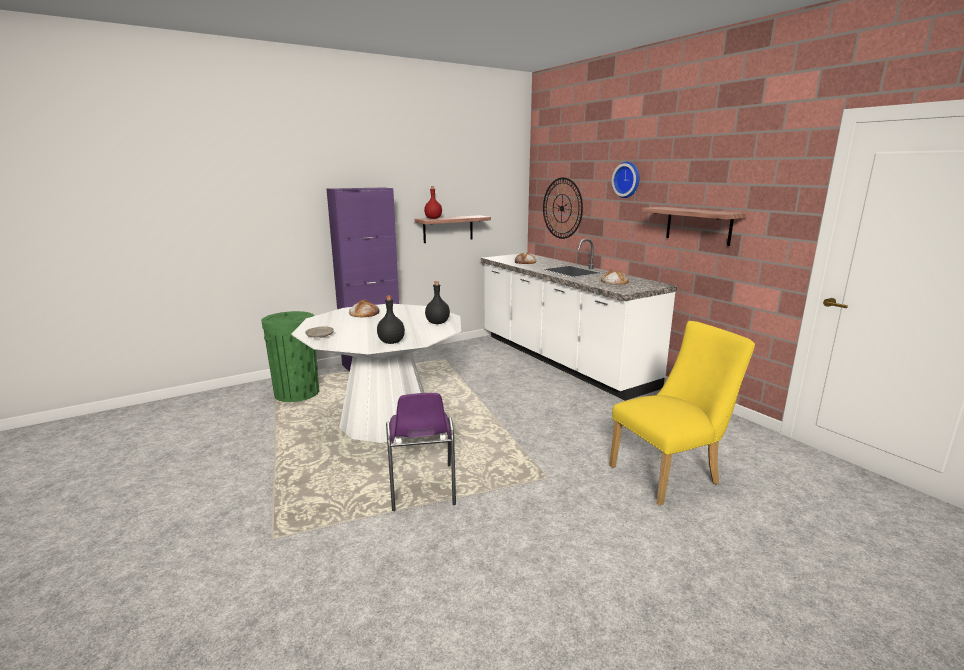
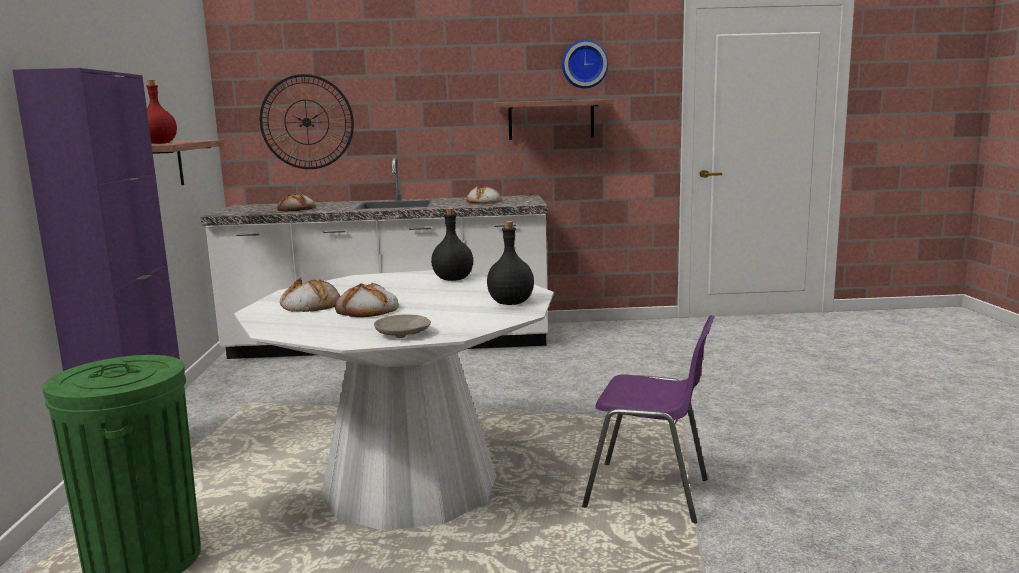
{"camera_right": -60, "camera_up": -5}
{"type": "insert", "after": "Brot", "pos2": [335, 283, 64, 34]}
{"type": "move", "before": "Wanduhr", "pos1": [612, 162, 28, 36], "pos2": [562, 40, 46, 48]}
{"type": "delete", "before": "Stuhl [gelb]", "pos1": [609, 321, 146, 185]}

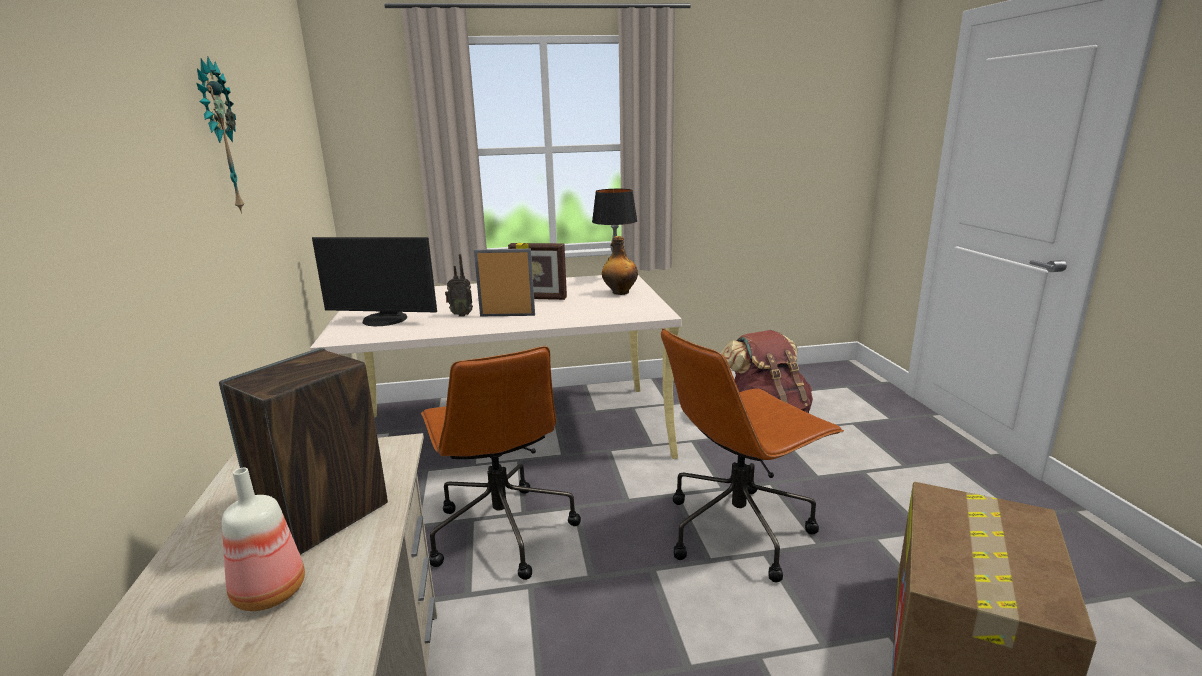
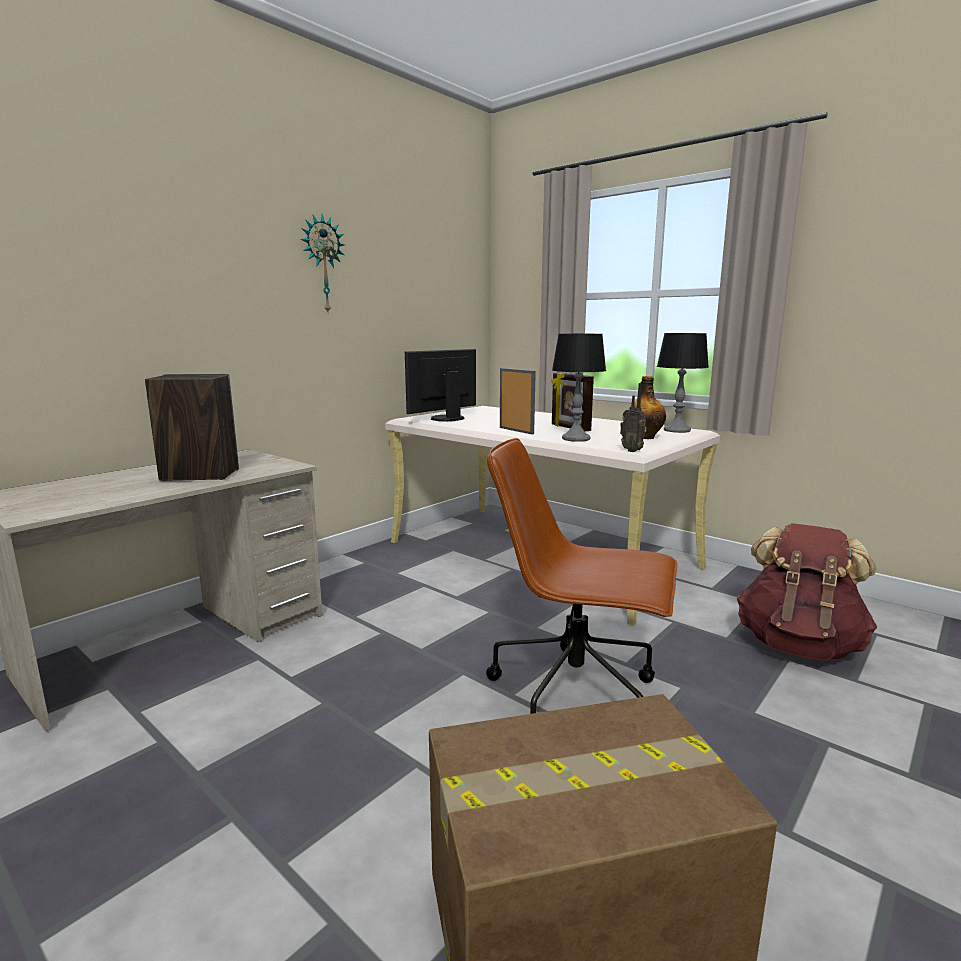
{"camera_right": 50, "camera_up": -5}
{"type": "rotate", "before": "Monitor", "pos1": [312, 237, 125, 89], "pos2": [405, 349, 71, 72], "turn": 75}
{"type": "insert", "after": "Tischlampe", "pos2": [552, 334, 54, 108]}
{"type": "move", "before": "Radio", "pos1": [445, 254, 28, 63], "pos2": [620, 383, 27, 69]}
{"type": "delete", "before": "Flasche", "pos1": [222, 468, 83, 143]}
{"type": "delete", "before": "Bürostuhl [braun]", "pos1": [421, 346, 160, 234]}

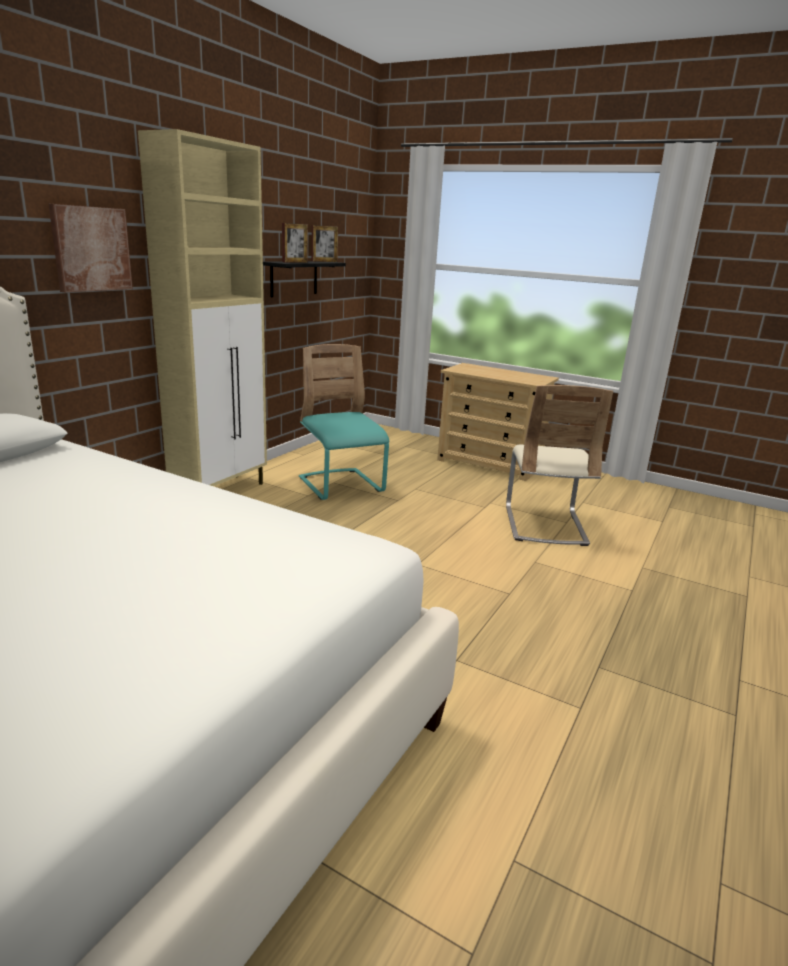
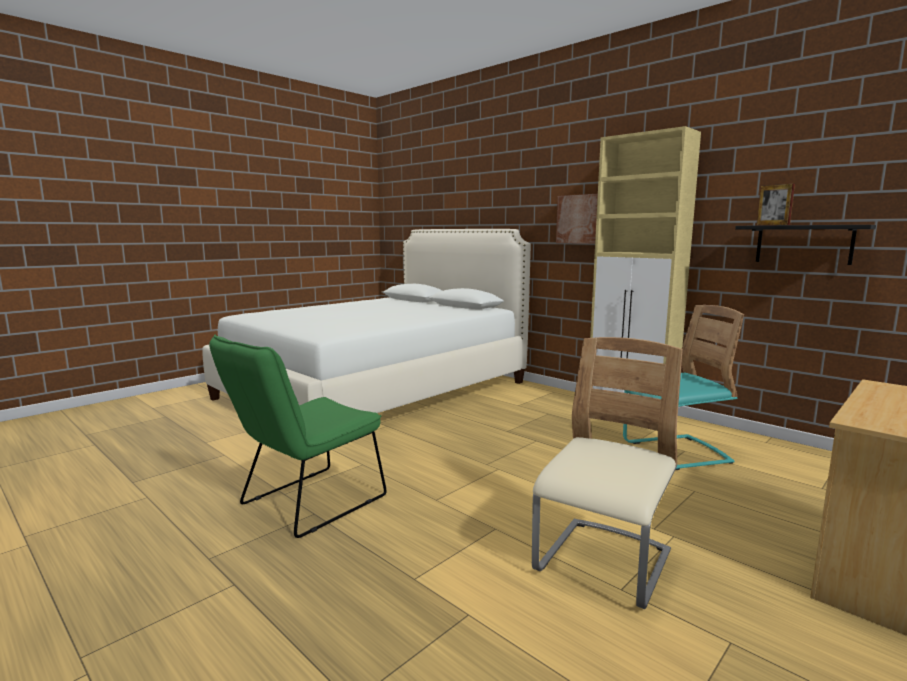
{"camera_right": 105, "camera_up": -10}
{"type": "insert", "after": "Stuhl [grün]", "pos2": [209, 334, 177, 204]}
{"type": "rotate", "before": "Stuhl [beige]", "pos1": [506, 385, 107, 161], "pos2": [532, 337, 151, 272], "turn": 105}
{"type": "delete", "before": "Bilderrahmen", "pos1": [312, 225, 26, 37]}

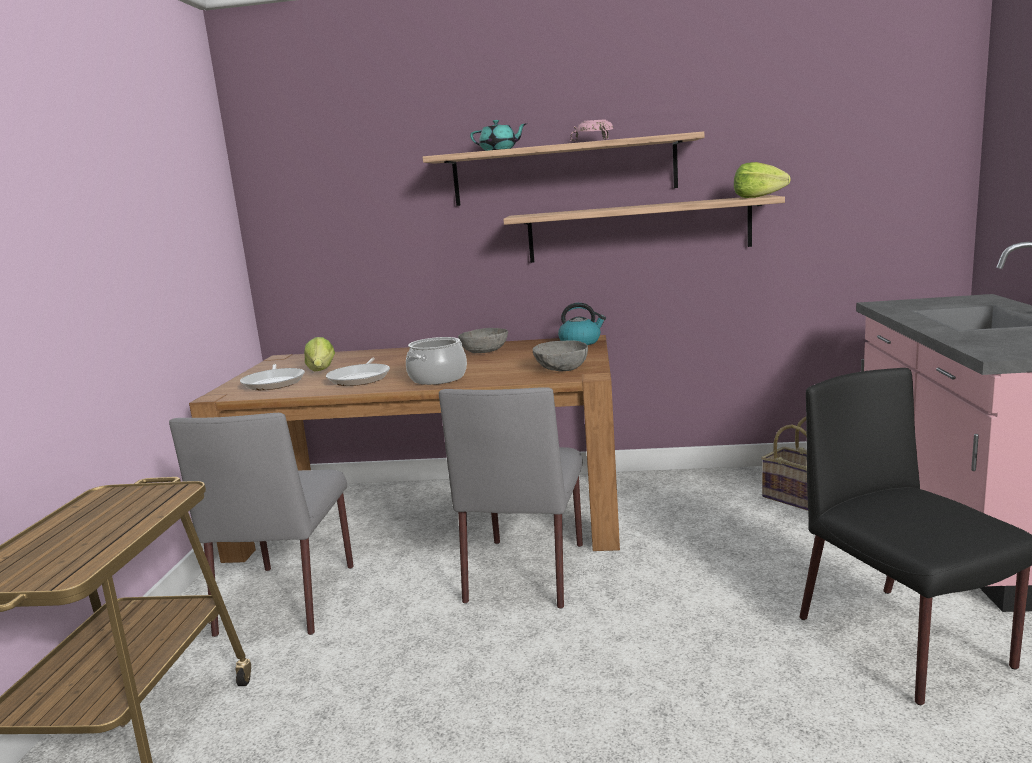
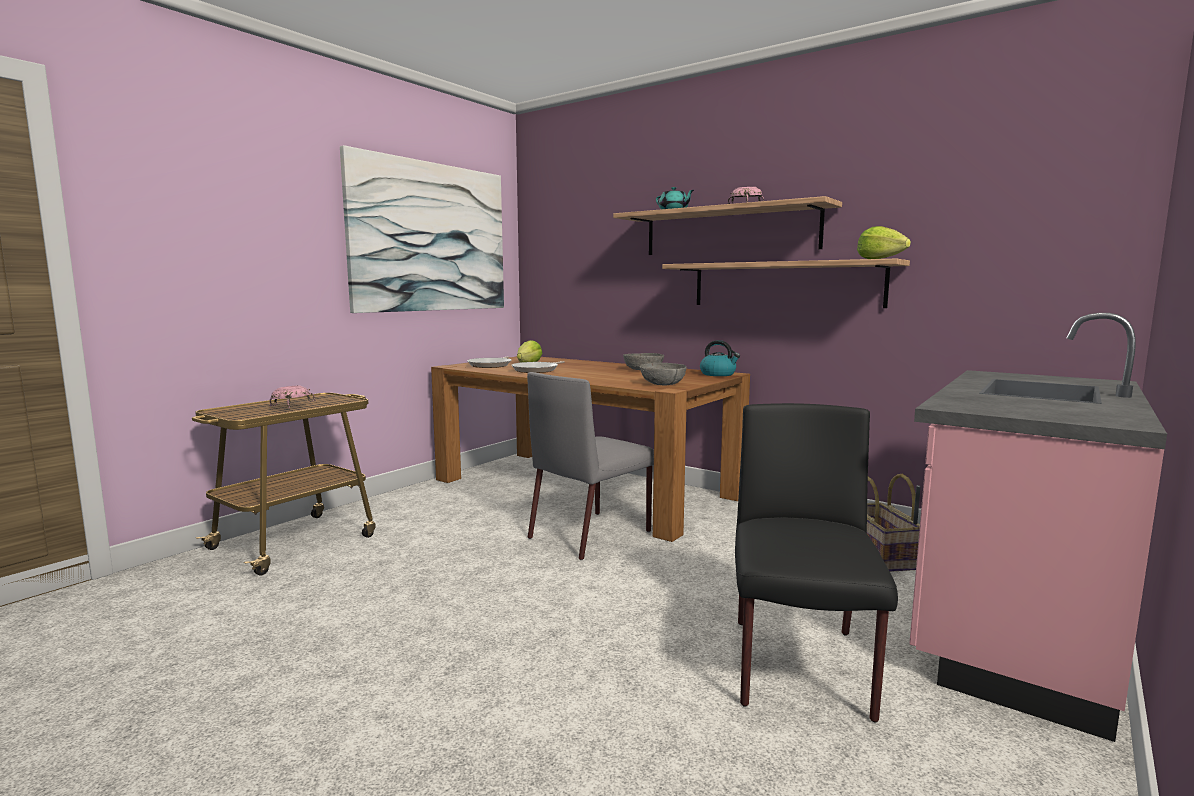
{"camera_right": 30, "camera_up": -5}
{"type": "insert", "after": "Schüssel [rosa]", "pos2": [269, 385, 47, 24]}
{"type": "insert", "after": "Bild", "pos2": [340, 145, 164, 168]}
{"type": "delete", "before": "Stuhl [grau]", "pos1": [169, 413, 185, 224]}
{"type": "delete", "before": "Kochtopf", "pos1": [406, 337, 61, 48]}

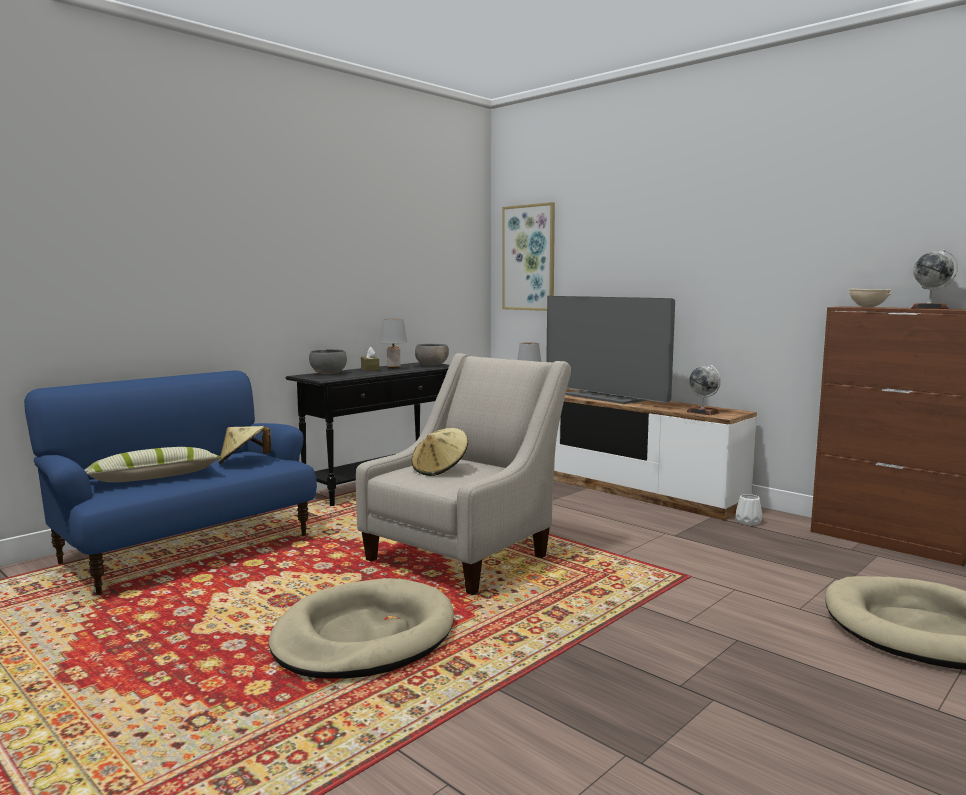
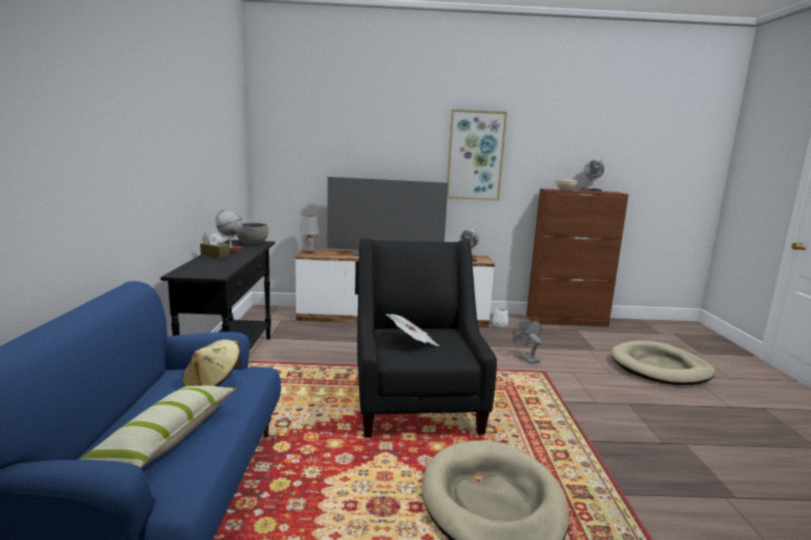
{"camera_right": -45, "camera_up": 5}
{"type": "replace", "before": "Tischlampe [grau]", "after": "Globus", "pos1": [380, 319, 27, 49], "pos2": [215, 210, 30, 43]}
{"type": "recolor", "before": "Sessel [beige]", "after": "Sessel [schwarz]", "pos1": [356, 353, 215, 242], "pos2": [357, 238, 140, 200]}
{"type": "replace", "before": "Hut [beige]", "after": "Zeitung", "pos1": [412, 428, 56, 48], "pos2": [386, 314, 53, 32]}
{"type": "move", "before": "Bild", "pos1": [502, 202, 53, 109], "pos2": [447, 109, 60, 91]}
{"type": "insert", "after": "Ventilator [grau]", "pos2": [512, 317, 30, 47]}
{"type": "delete", "before": "Schüssel [grau]", "pos1": [309, 349, 38, 25]}

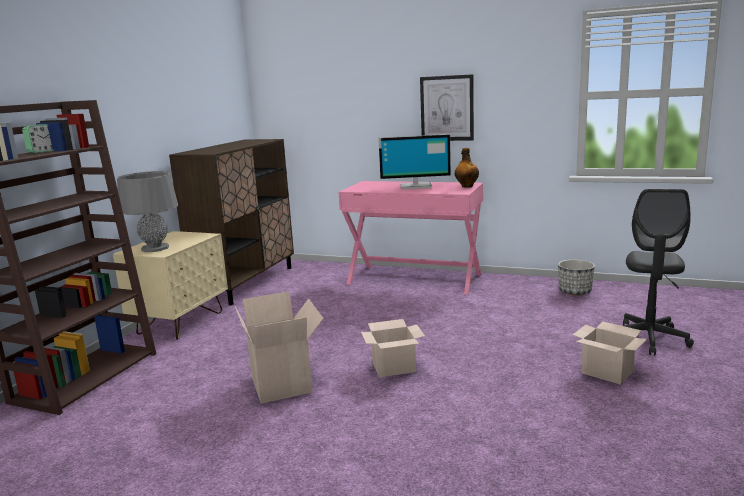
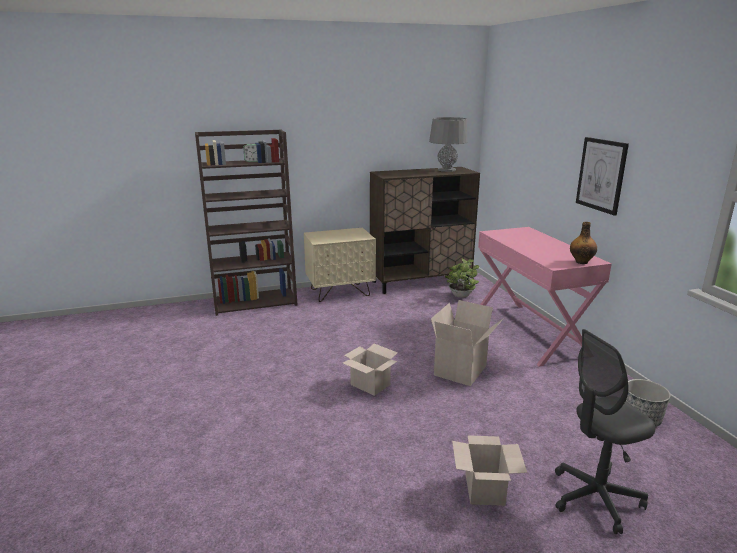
{"camera_right": 50, "camera_up": 5}
{"type": "move", "before": "Tischlampe [grau]", "pos1": [117, 171, 61, 81], "pos2": [429, 117, 38, 55]}
{"type": "move", "before": "Karton", "pos1": [235, 291, 89, 113], "pos2": [431, 300, 72, 86]}
{"type": "insert", "after": "Topfpflanze", "pos2": [445, 258, 34, 40]}
{"type": "delete", "before": "Monitor", "pos1": [378, 134, 73, 56]}

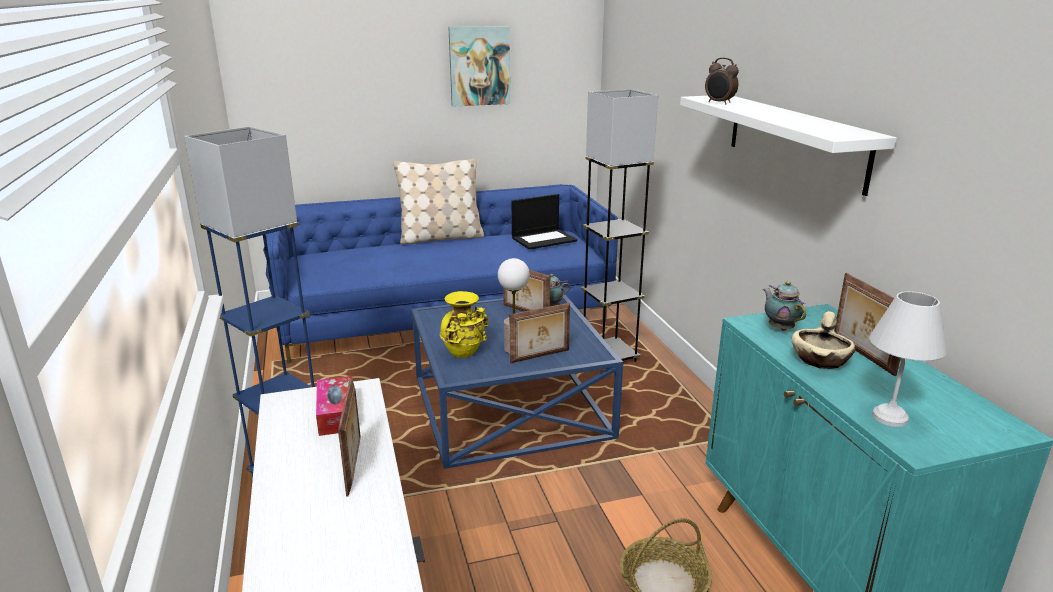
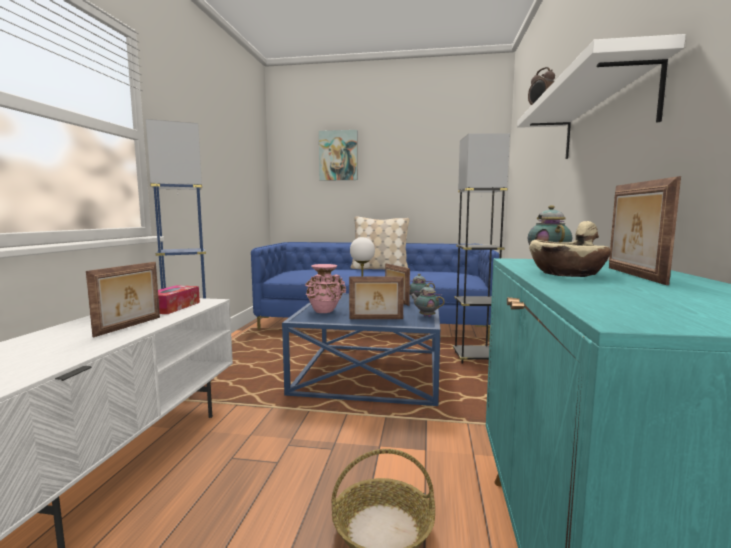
{"camera_right": 25, "camera_up": -15}
{"type": "recolor", "before": "Vase [gelb]", "after": "Vase [rosa]", "pos1": [440, 291, 48, 67], "pos2": [305, 264, 41, 49]}
{"type": "move", "before": "Bild", "pos1": [448, 26, 62, 81], "pos2": [319, 130, 39, 51]}
{"type": "insert", "after": "Teekanne", "pos2": [411, 284, 34, 33]}
{"type": "delete", "before": "Laptop", "pos1": [512, 194, 65, 56]}
{"type": "delete", "before": "Tischlampe [weiß]", "pos1": [869, 291, 78, 136]}

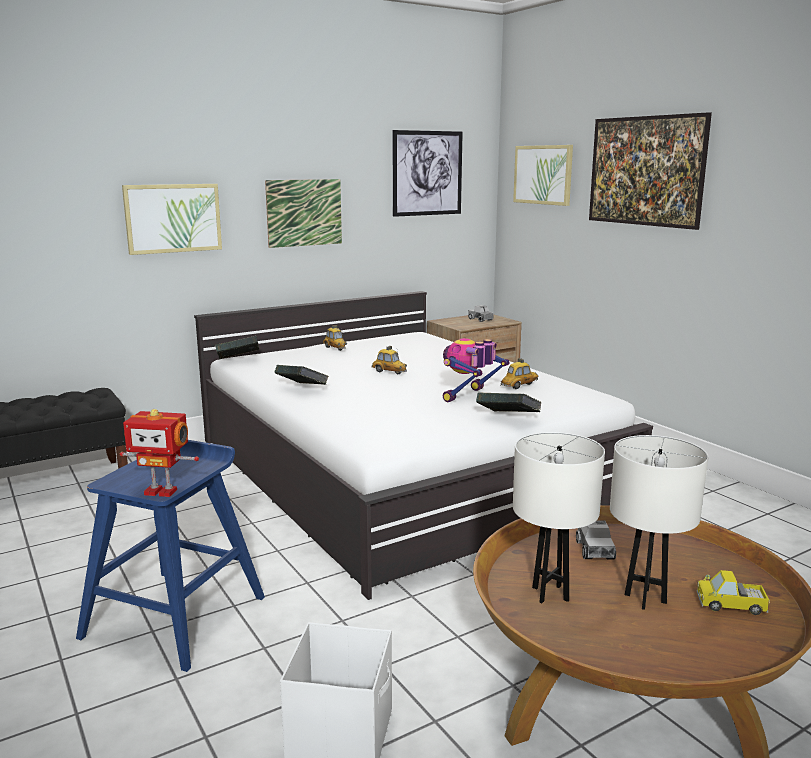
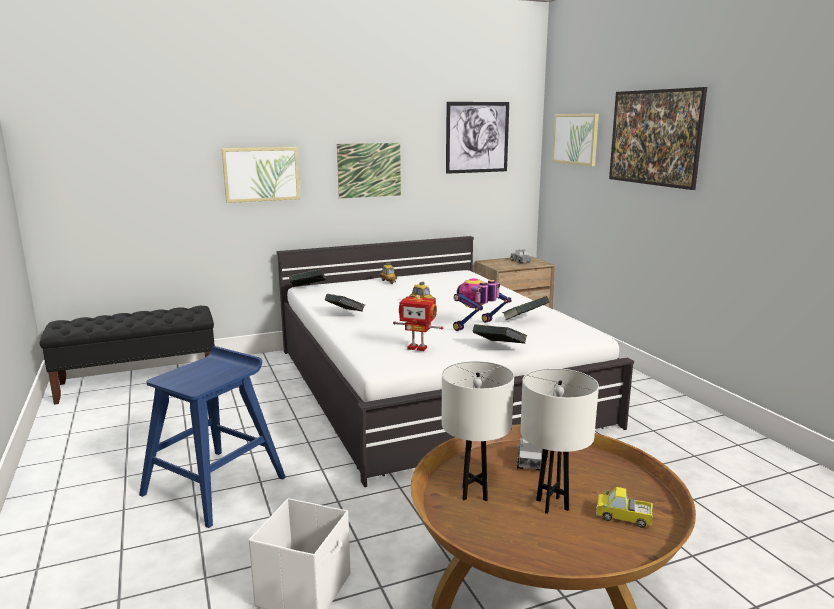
{"camera_right": 10, "camera_up": 0}
{"type": "move", "before": "Spielzeugroboter", "pos1": [120, 409, 79, 88], "pos2": [393, 295, 50, 56]}
{"type": "replace", "before": "Spielzeugauto", "after": "Buch", "pos1": [500, 358, 38, 31], "pos2": [502, 296, 47, 24]}

